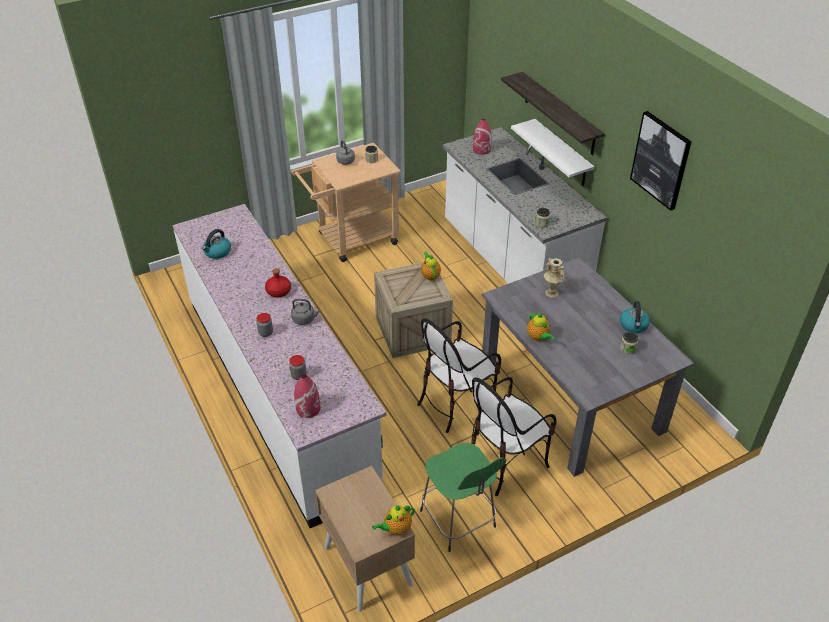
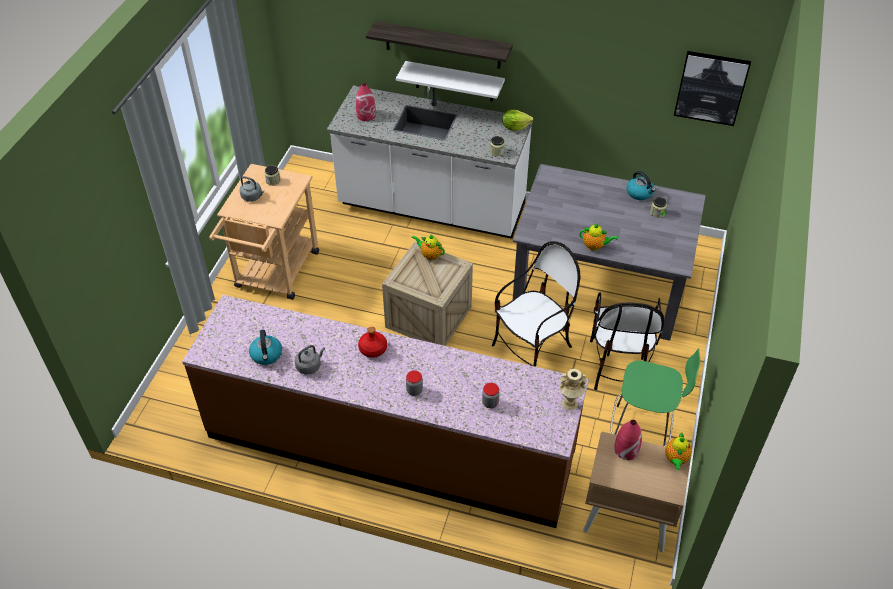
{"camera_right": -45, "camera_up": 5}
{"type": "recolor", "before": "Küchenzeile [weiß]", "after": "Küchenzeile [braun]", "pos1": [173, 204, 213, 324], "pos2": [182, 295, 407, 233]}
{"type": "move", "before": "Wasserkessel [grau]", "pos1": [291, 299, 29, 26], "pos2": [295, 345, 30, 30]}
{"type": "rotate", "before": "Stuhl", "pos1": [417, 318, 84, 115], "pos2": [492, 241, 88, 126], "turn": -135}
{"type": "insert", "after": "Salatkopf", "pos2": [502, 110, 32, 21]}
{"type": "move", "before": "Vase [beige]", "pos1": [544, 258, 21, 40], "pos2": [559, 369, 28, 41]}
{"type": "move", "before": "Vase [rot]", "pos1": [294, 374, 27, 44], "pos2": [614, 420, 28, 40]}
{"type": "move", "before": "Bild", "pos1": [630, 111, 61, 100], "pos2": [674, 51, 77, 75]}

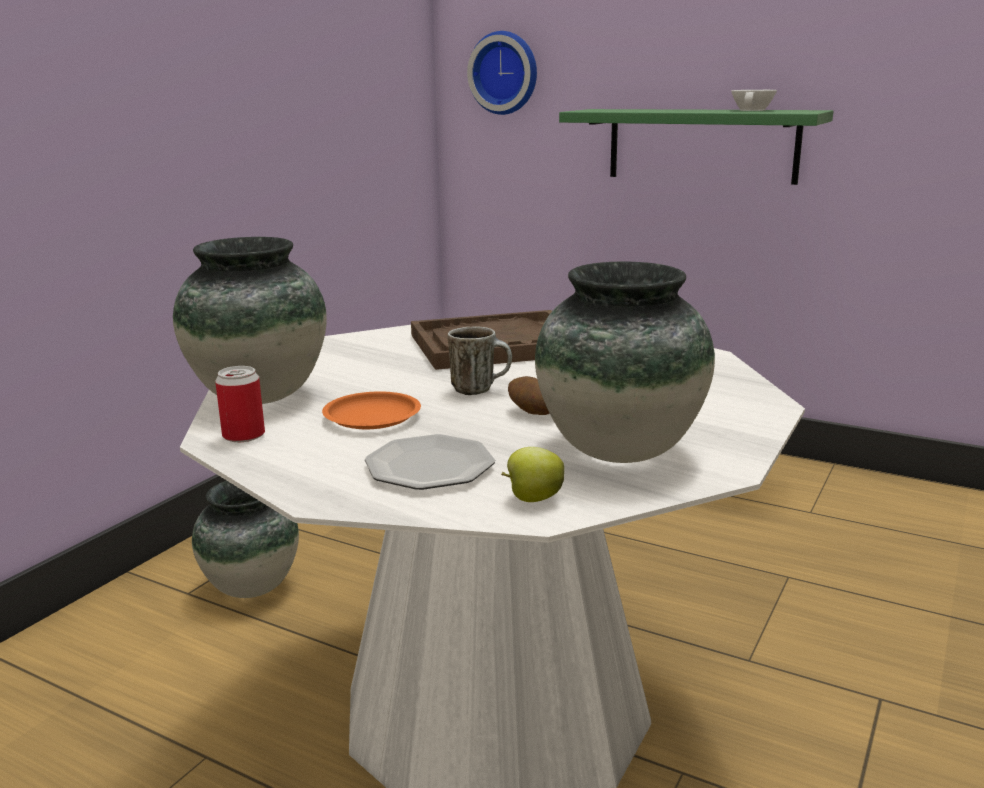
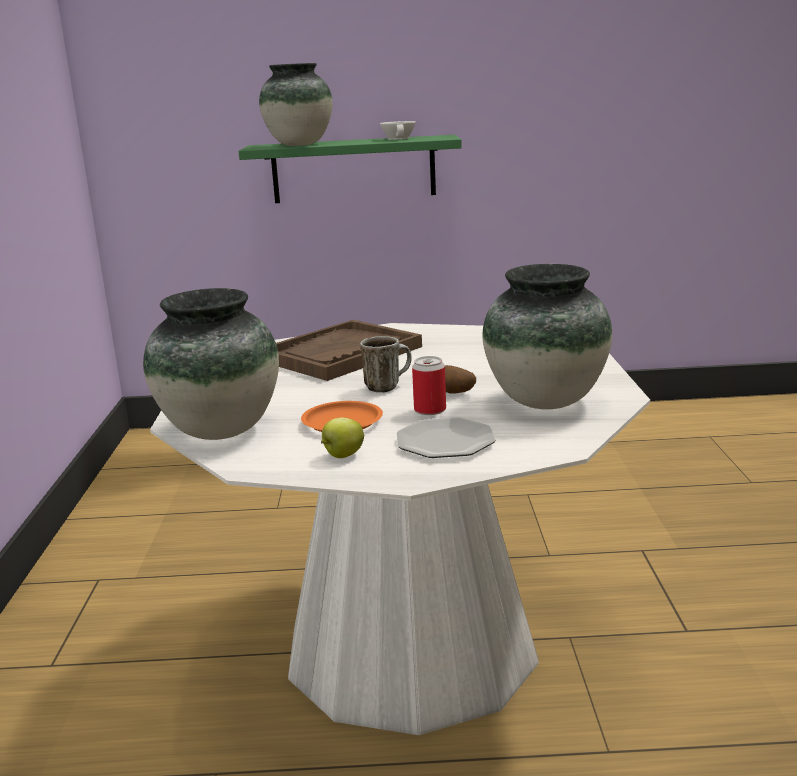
{"camera_right": -30, "camera_up": 0}
{"type": "move", "before": "Vase", "pos1": [192, 481, 107, 117], "pos2": [259, 63, 74, 83]}
{"type": "move", "before": "Apfel", "pos1": [501, 447, 63, 55], "pos2": [321, 418, 43, 40]}
{"type": "move", "before": "Dose", "pos1": [215, 366, 50, 76], "pos2": [412, 356, 34, 59]}
{"type": "delete", "before": "Wanduhr", "pos1": [467, 31, 70, 84]}

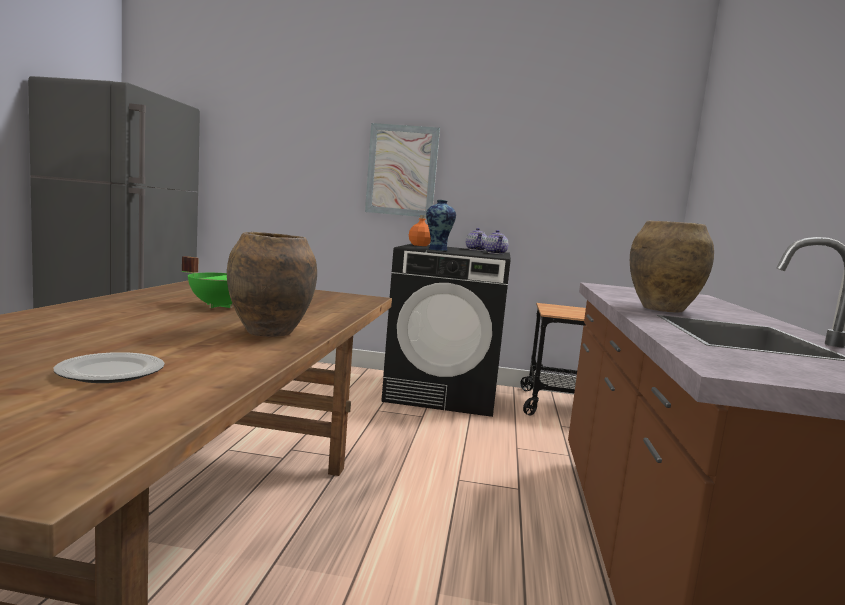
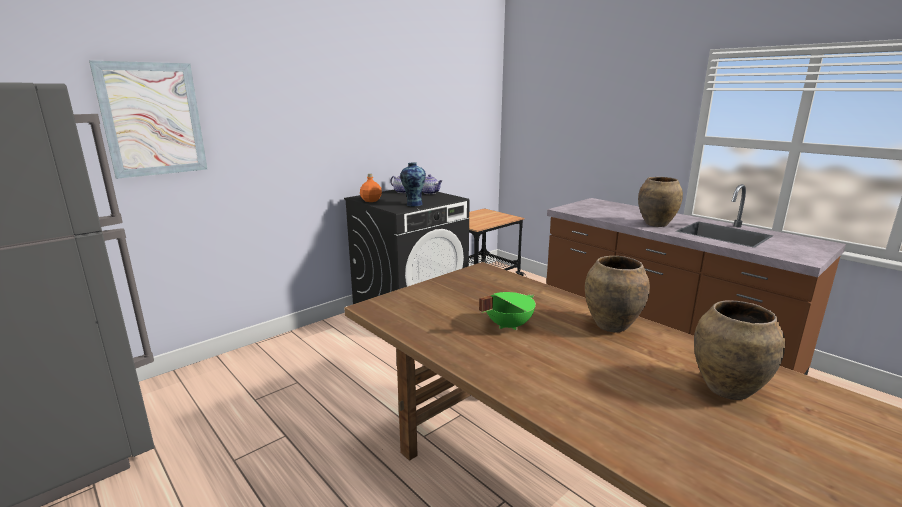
{"camera_right": -50, "camera_up": 10}
{"type": "move", "before": "Bild", "pos1": [365, 123, 75, 94], "pos2": [89, 60, 118, 119]}
{"type": "replace", "before": "Teller", "after": "Vase [braun]", "pos1": [54, 352, 111, 31], "pos2": [694, 300, 91, 100]}

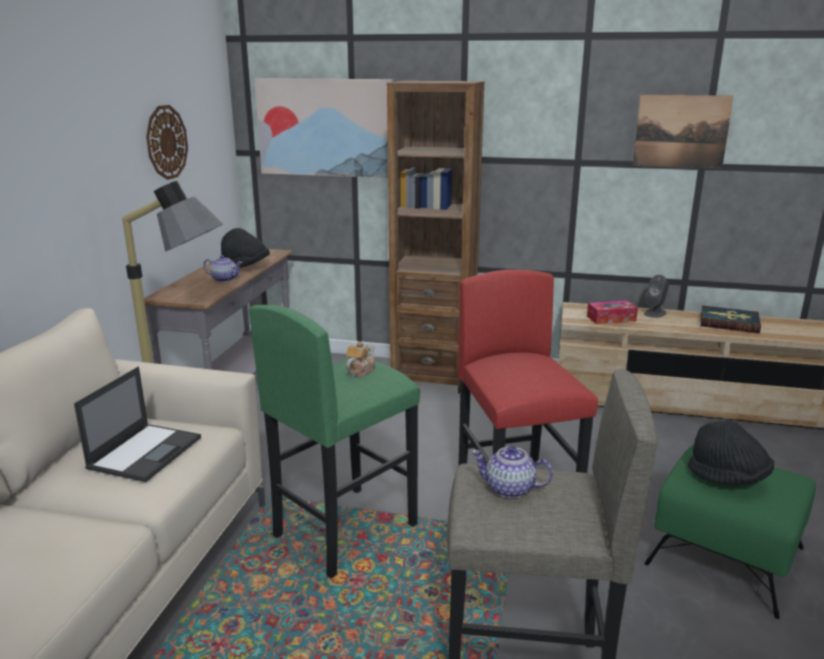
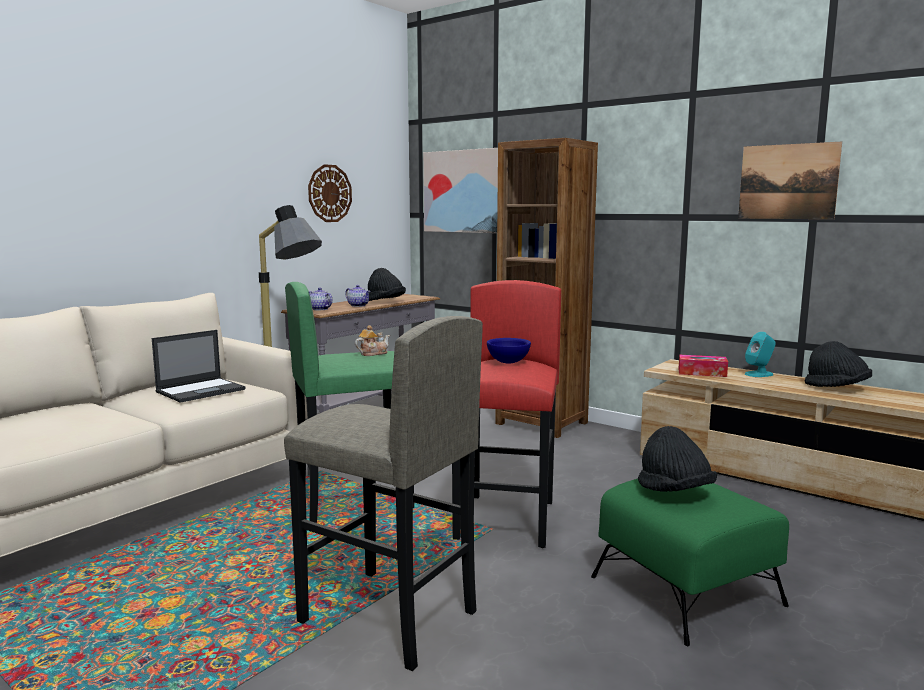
{"camera_right": 25, "camera_up": -10}
{"type": "move", "before": "Teekanne", "pos1": [471, 446, 82, 52], "pos2": [309, 288, 24, 22]}
{"type": "insert", "after": "Schüssel [blau]", "pos2": [487, 338, 44, 26]}
{"type": "recolor", "before": "Lautsprecher [grau]", "after": "Lautsprecher [türkis]", "pos1": [644, 275, 25, 43], "pos2": [745, 332, 31, 45]}
{"type": "replace", "before": "Buch", "after": "Hut [schwarz]", "pos1": [700, 306, 61, 27], "pos2": [805, 341, 67, 46]}

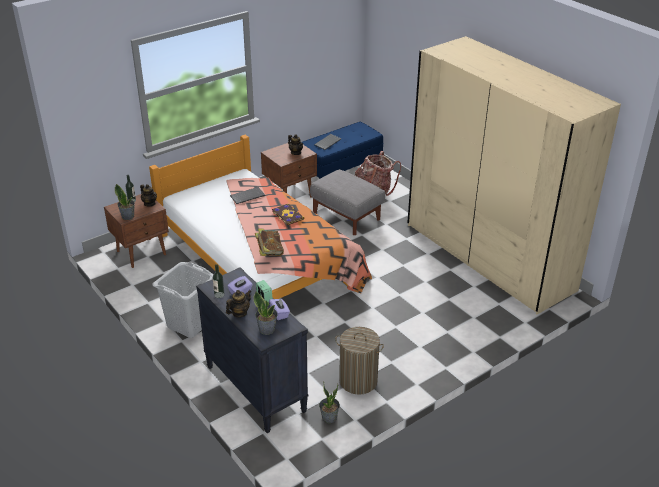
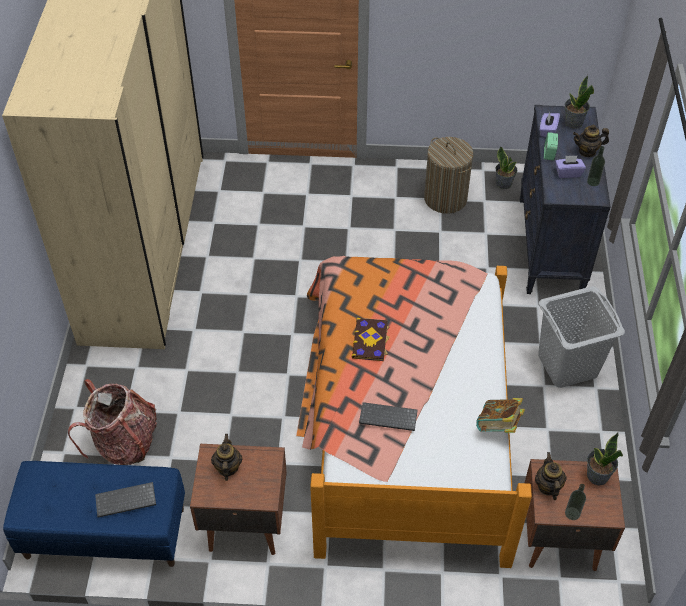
{"camera_right": -140, "camera_up": 15}
{"type": "move", "before": "Buch", "pos1": [255, 228, 29, 28], "pos2": [476, 398, 49, 35]}
{"type": "delete", "before": "Polsterhocker [grau]", "pos1": [310, 169, 75, 66]}

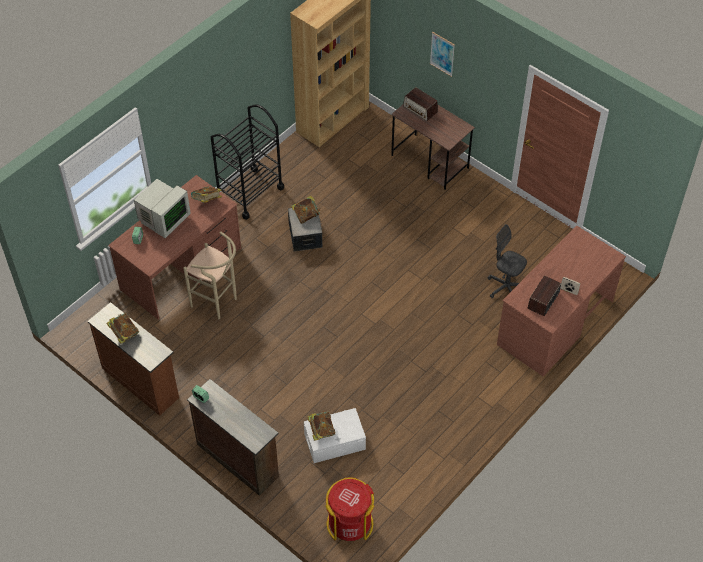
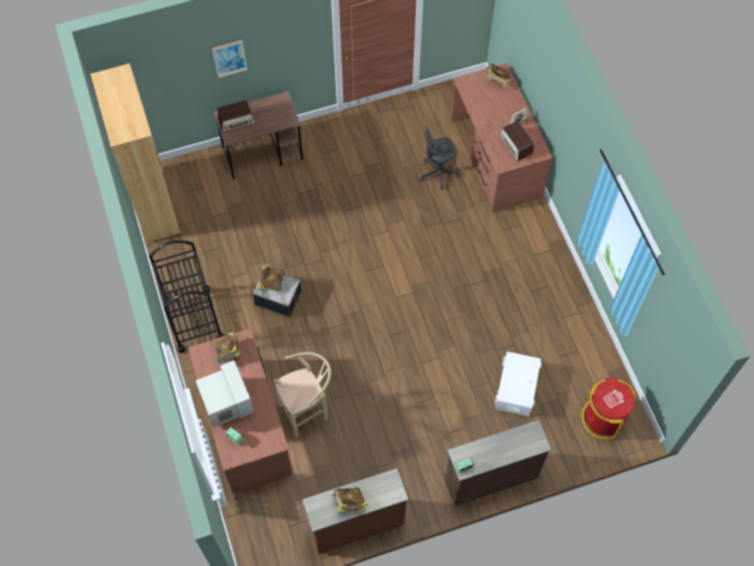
{"camera_right": -60, "camera_up": 10}
{"type": "move", "before": "Buch", "pos1": [307, 411, 28, 30], "pos2": [485, 63, 26, 25]}

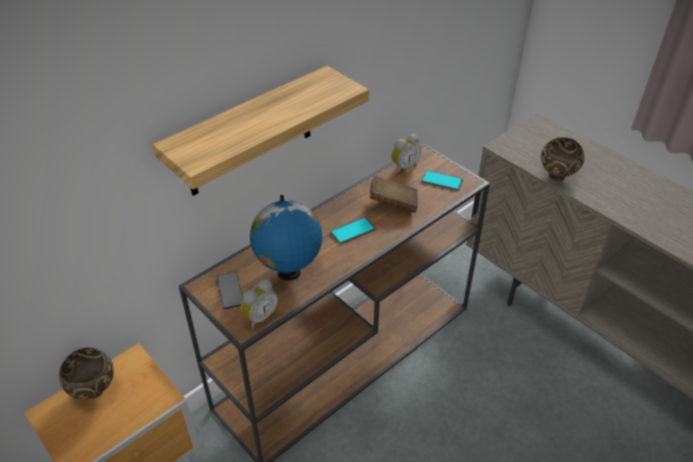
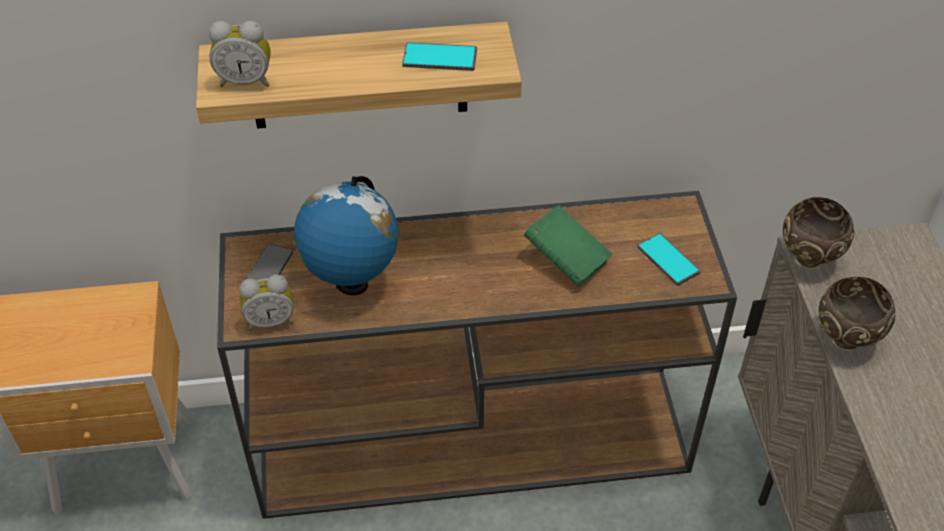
{"camera_right": 35, "camera_up": 5}
{"type": "move", "before": "Wecker", "pos1": [391, 134, 30, 40], "pos2": [209, 21, 62, 66]}
{"type": "move", "before": "Handy", "pos1": [330, 217, 45, 27], "pos2": [402, 42, 75, 29]}
{"type": "recolor", "before": "Buch [braun]", "after": "Buch [grün]", "pos1": [370, 176, 48, 37], "pos2": [524, 205, 88, 81]}
{"type": "move", "before": "Schüssel [braun]", "pos1": [59, 347, 55, 53], "pos2": [783, 197, 71, 71]}

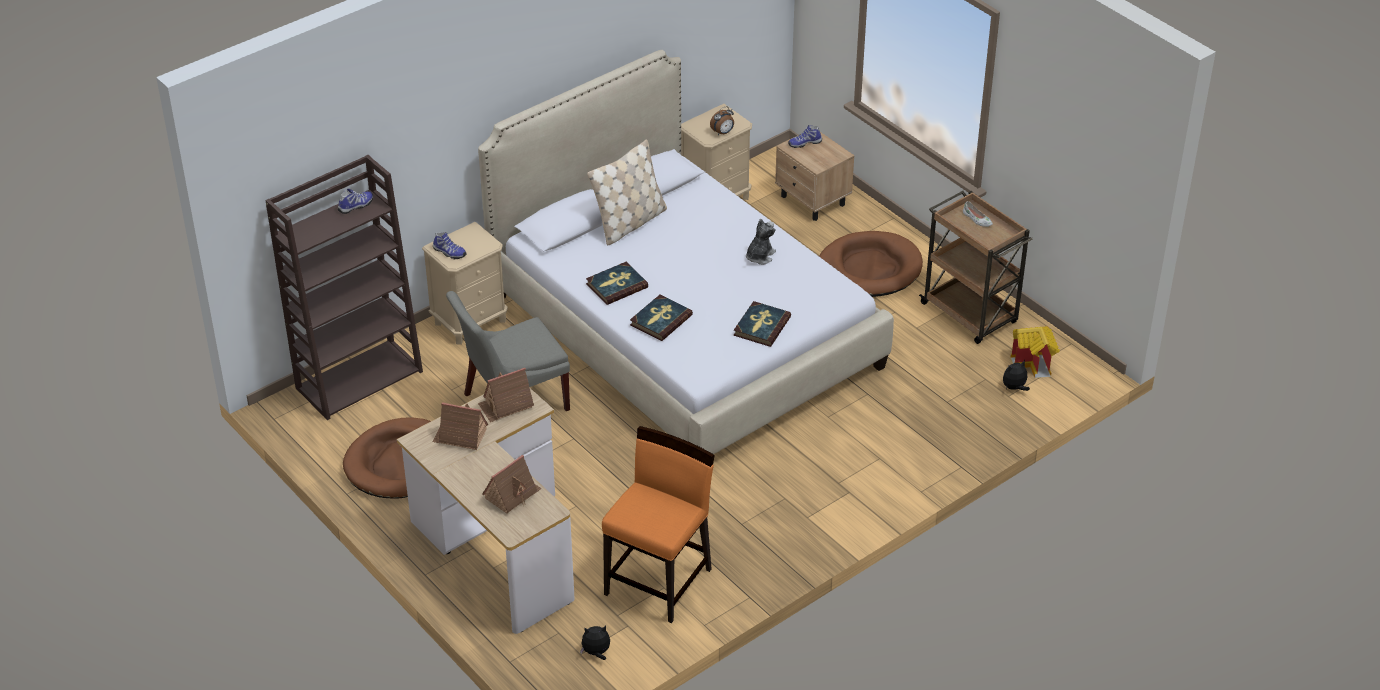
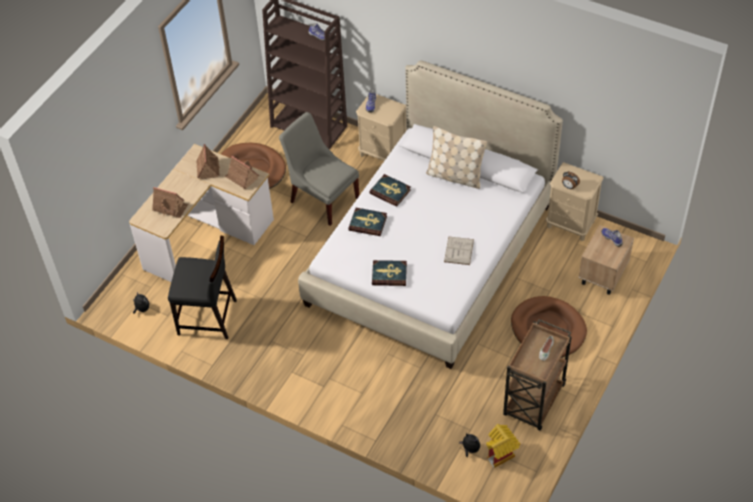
{"camera_right": 70, "camera_up": 10}
{"type": "recolor", "before": "Stuhl [orange]", "after": "Stuhl [schwarz]", "pos1": [602, 426, 113, 197], "pos2": [168, 235, 69, 104]}
{"type": "replace", "before": "Plüschtier", "after": "Buch [weiß]", "pos1": [746, 219, 30, 46], "pos2": [444, 237, 30, 28]}

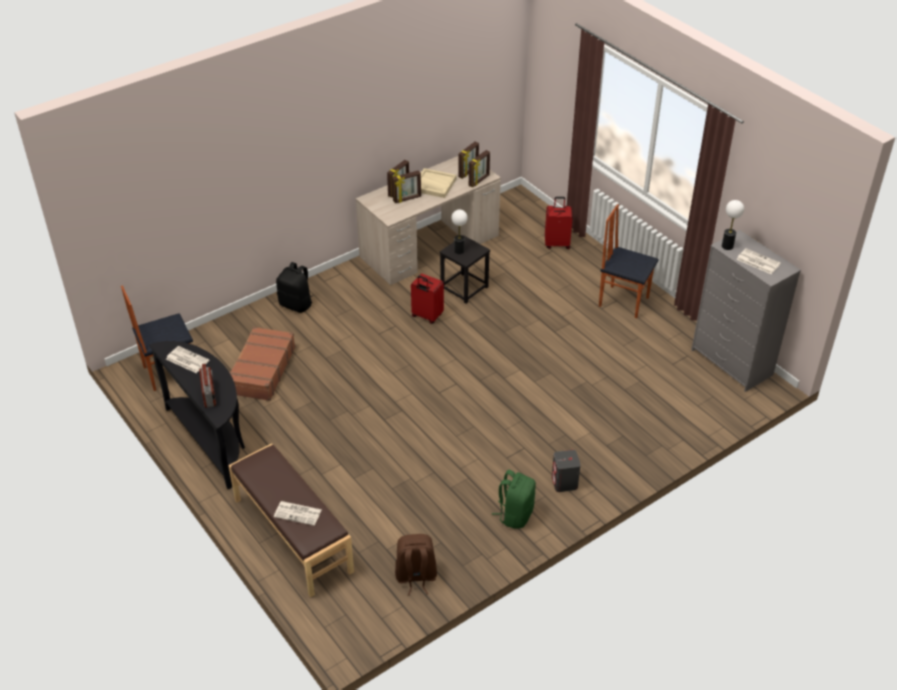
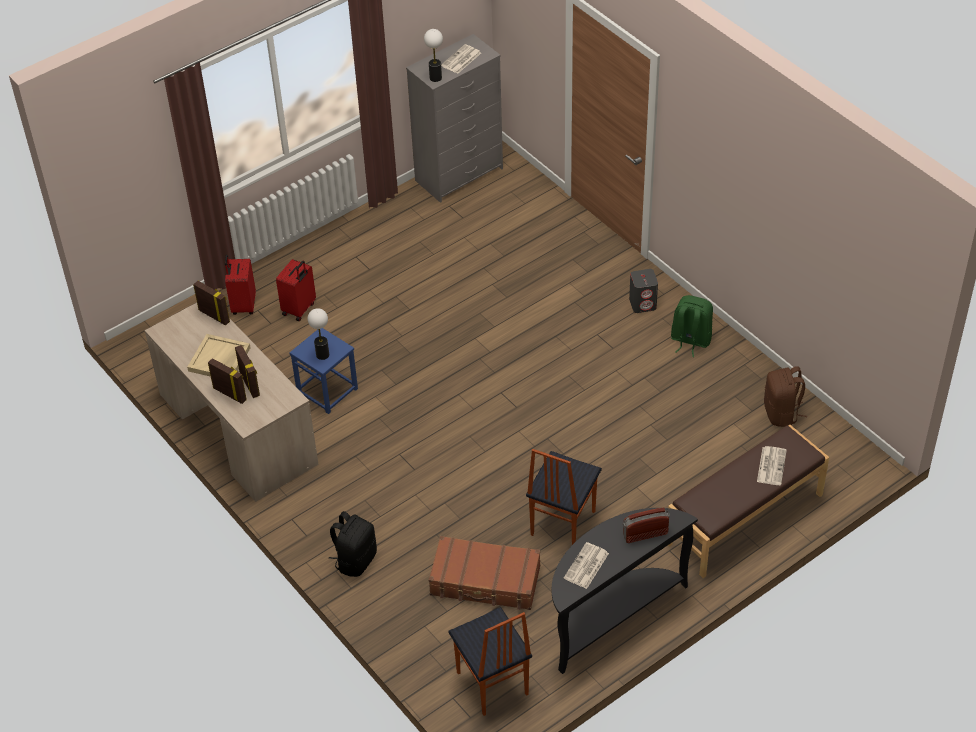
{"camera_right": -90, "camera_up": 5}
{"type": "move", "before": "Koffer [rot]", "pos1": [411, 274, 33, 50], "pos2": [276, 259, 40, 62]}
{"type": "recolor", "before": "Hocker [schwarz]", "after": "Hocker [blau]", "pos1": [439, 235, 51, 69], "pos2": [290, 328, 68, 86]}
{"type": "move", "before": "Stuhl", "pos1": [599, 204, 60, 114], "pos2": [526, 449, 76, 96]}
{"type": "delete", "before": "Bilderrahmen", "pos1": [458, 142, 21, 37]}

